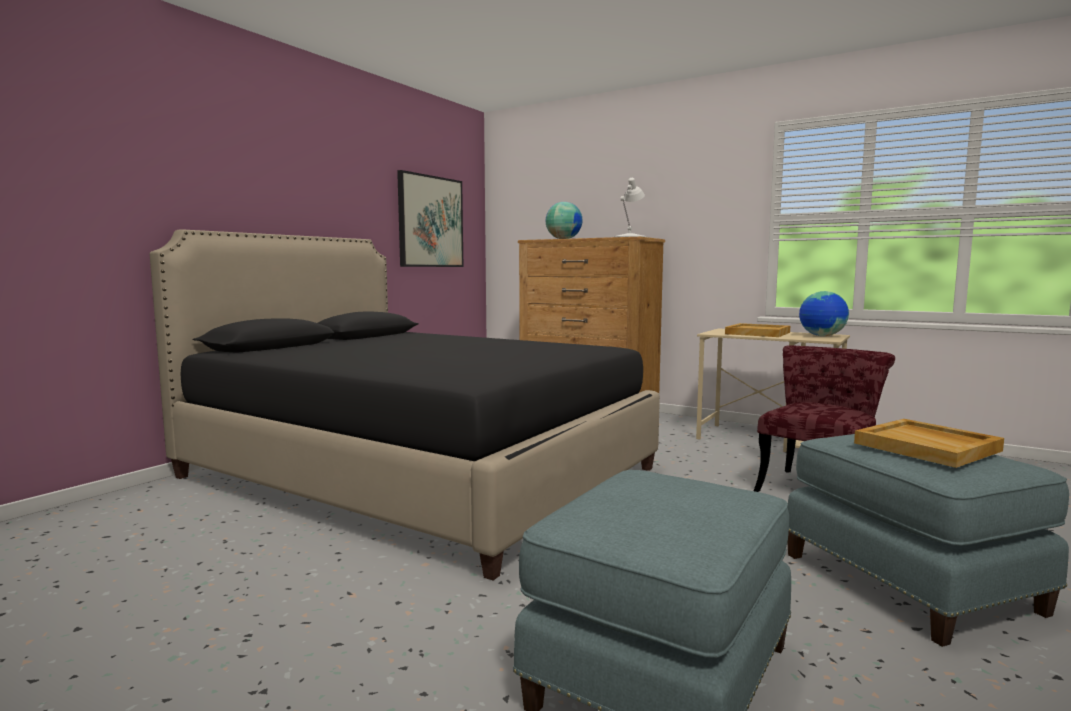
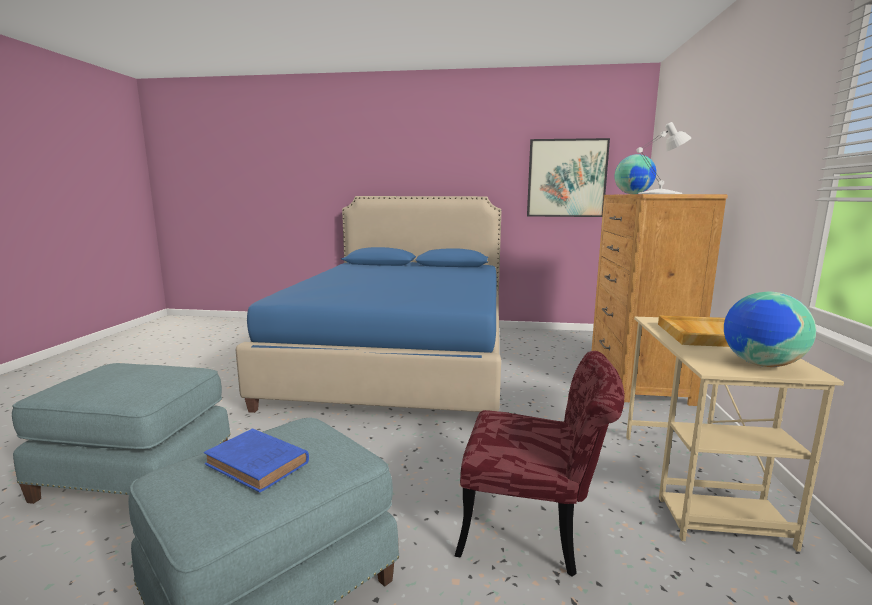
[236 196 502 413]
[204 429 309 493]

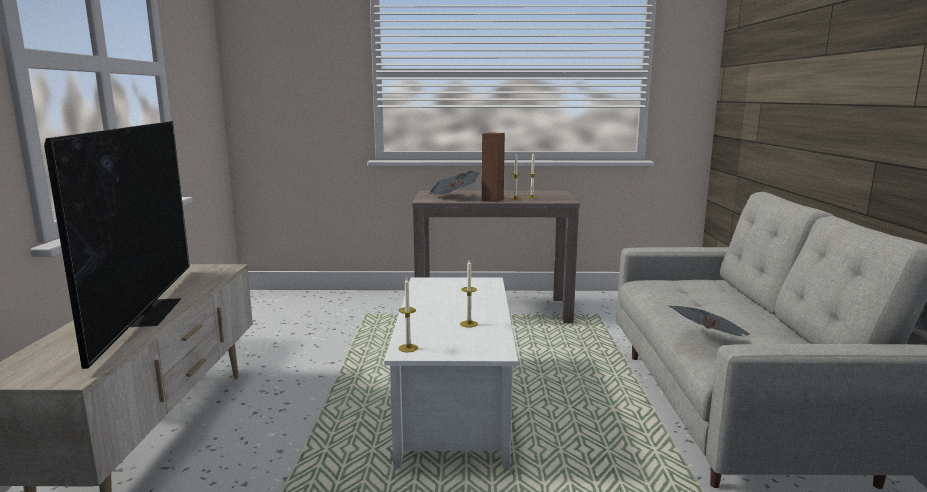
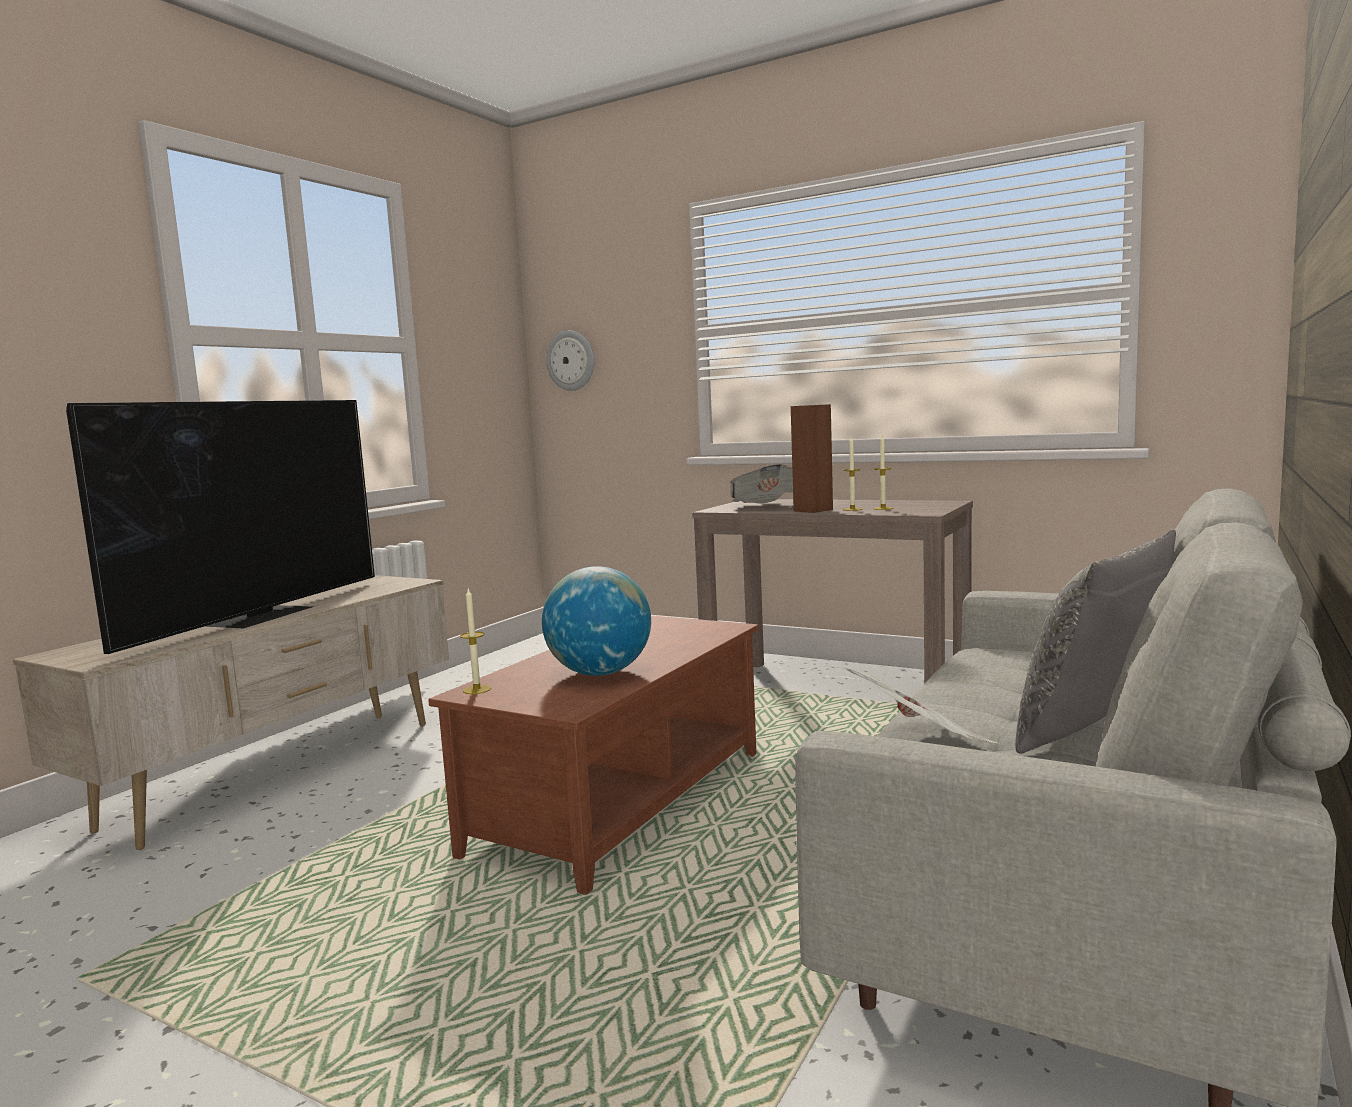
[542 566 651 676]
[428 615 759 895]
[546 331 594 391]
[1015 530 1176 754]

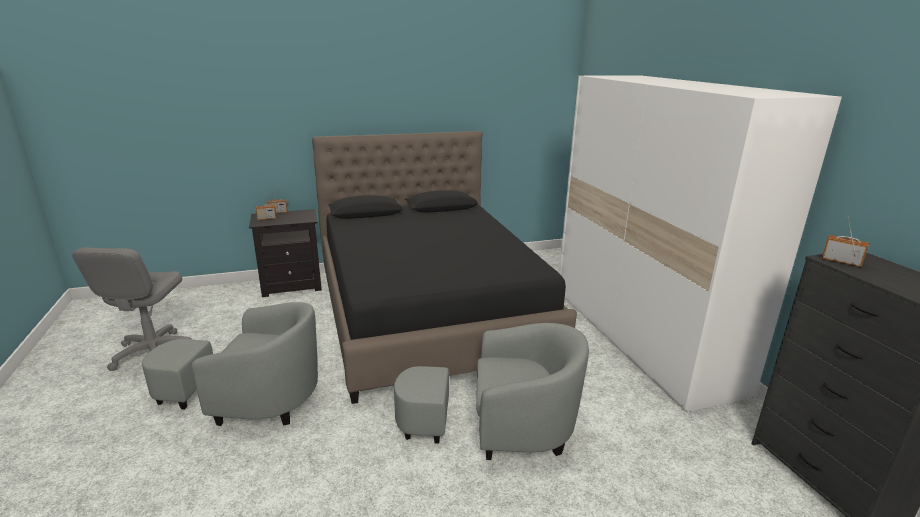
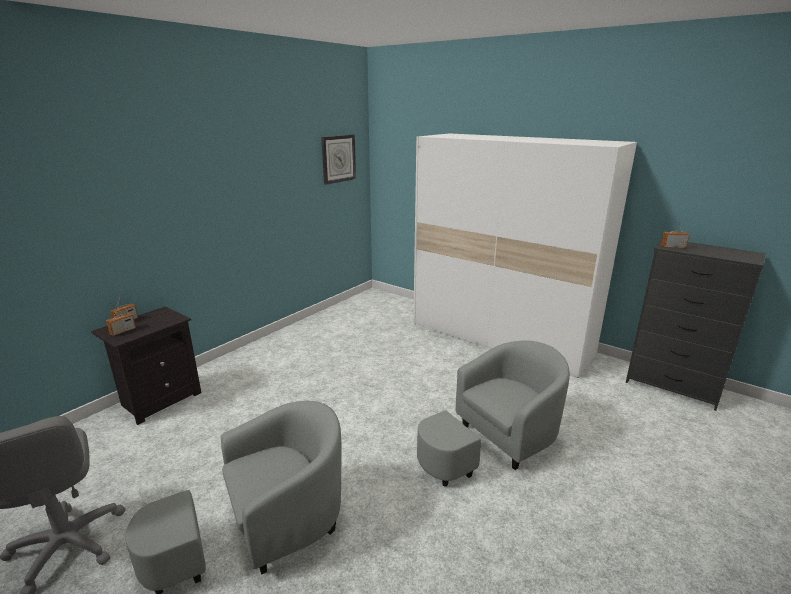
[312 131 577 404] (first image)
[321 134 356 185]

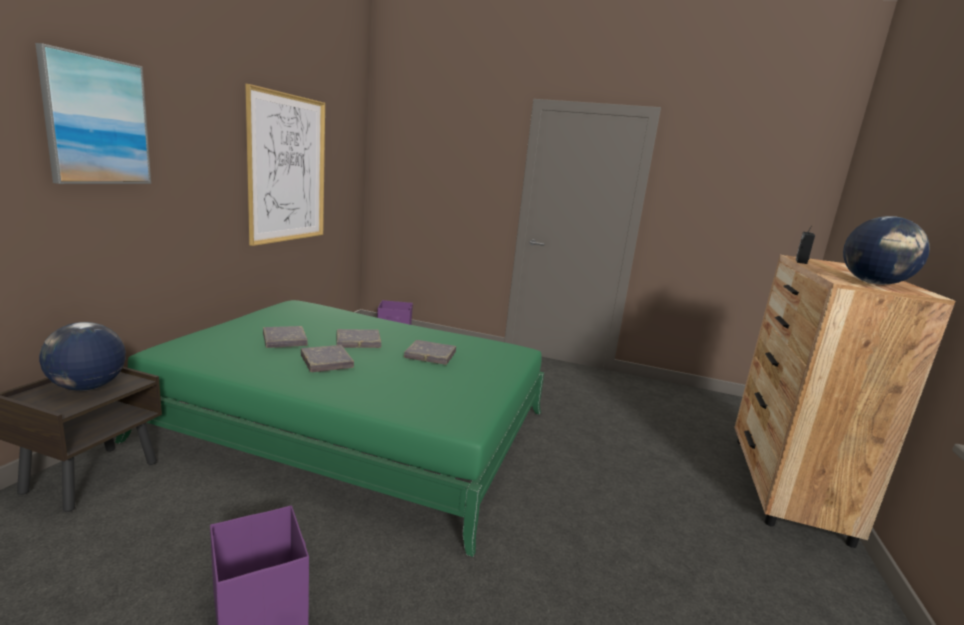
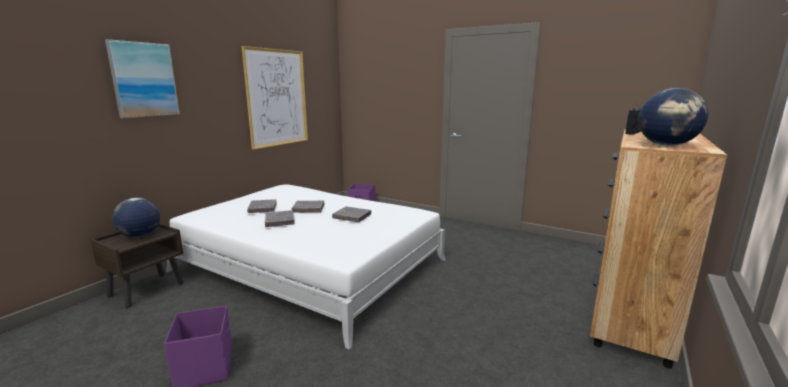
[166 184 446 350]

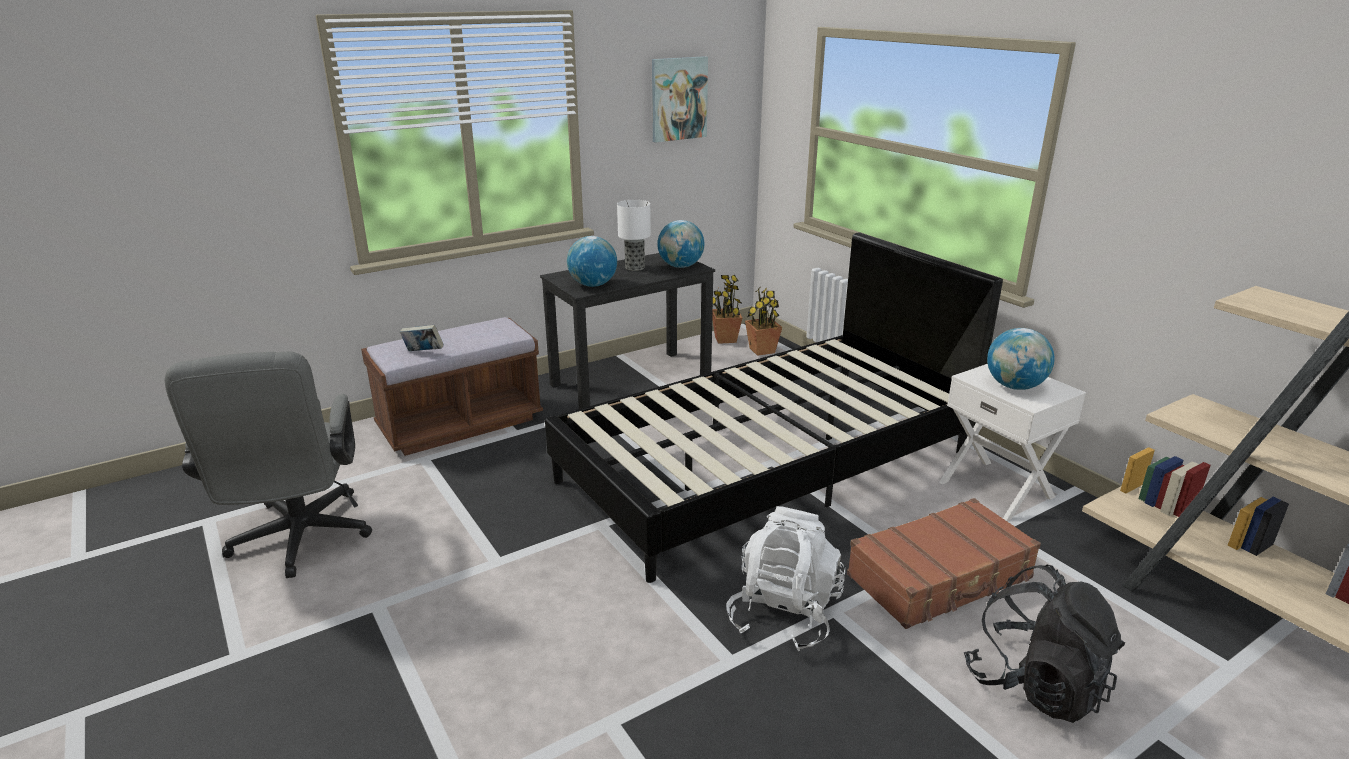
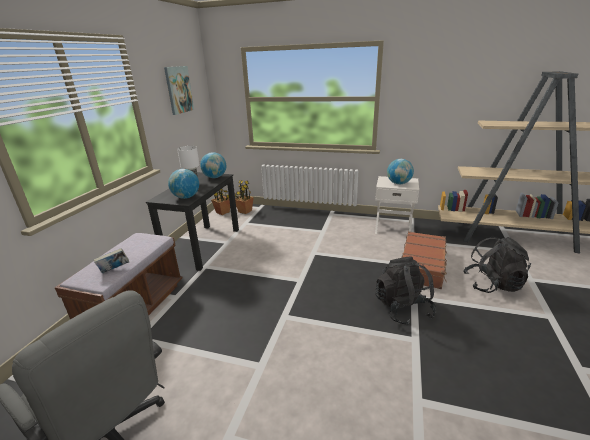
[545 232 1003 583] (first image)
[375 256 436 326]

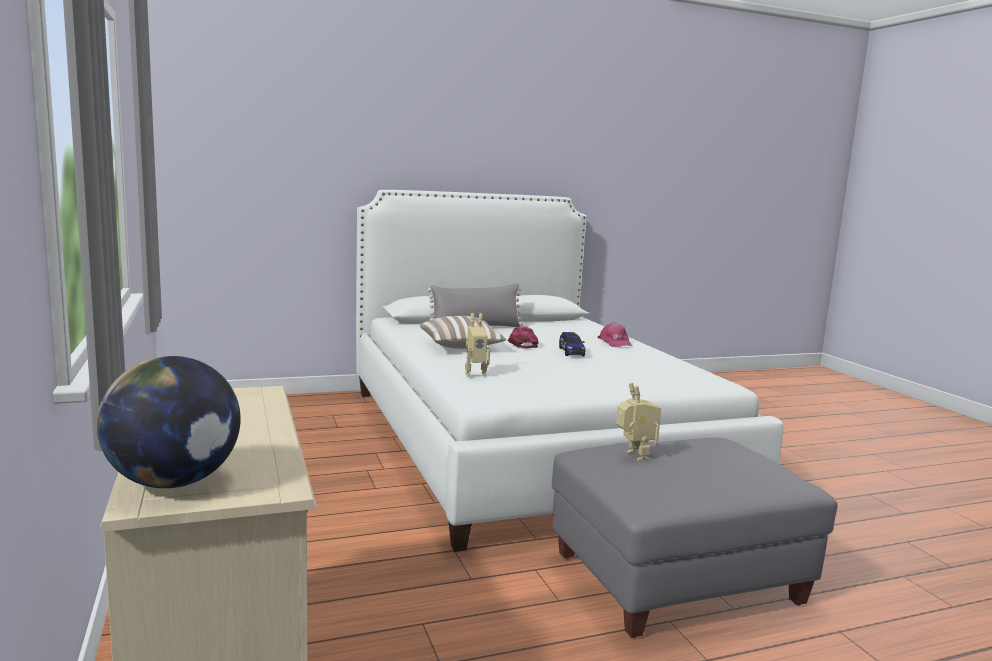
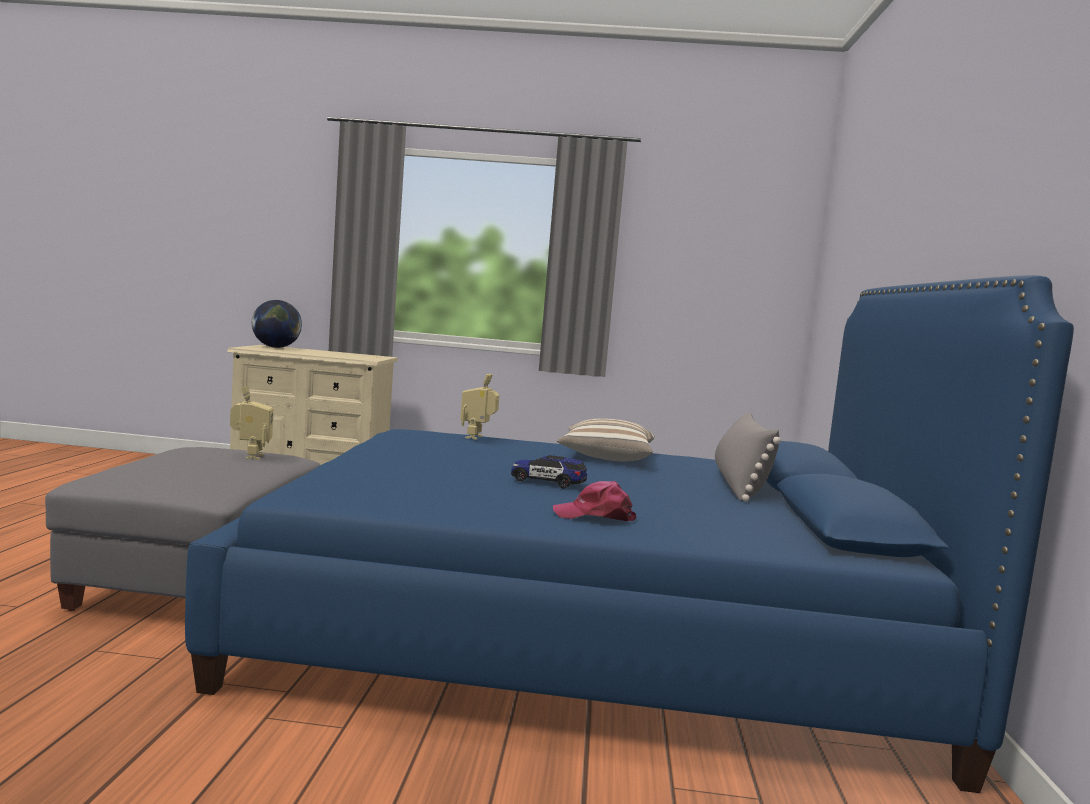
[185 275 1074 793]
[507 326 539 348] (first image)
[230 386 273 460]

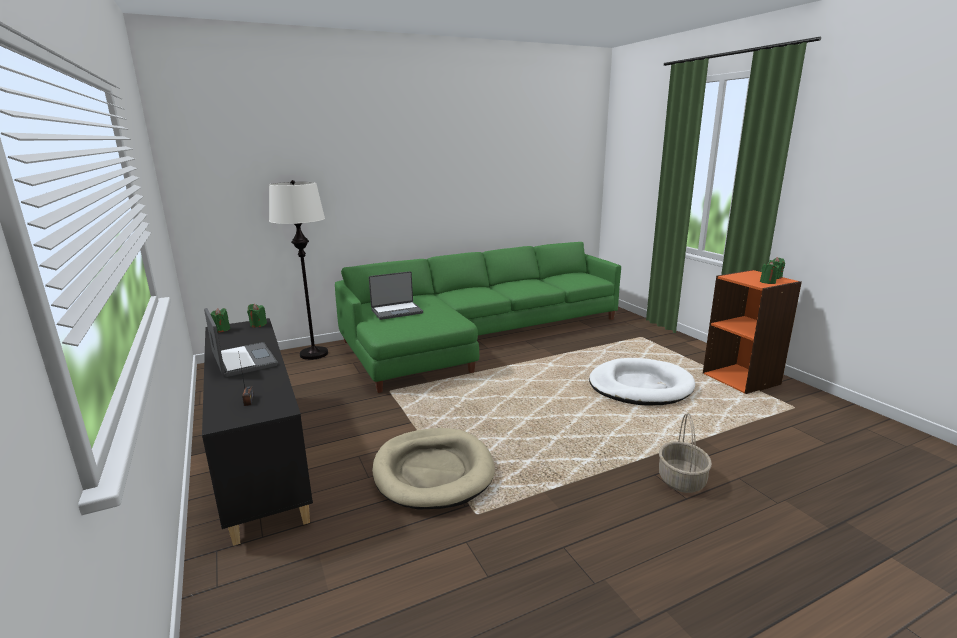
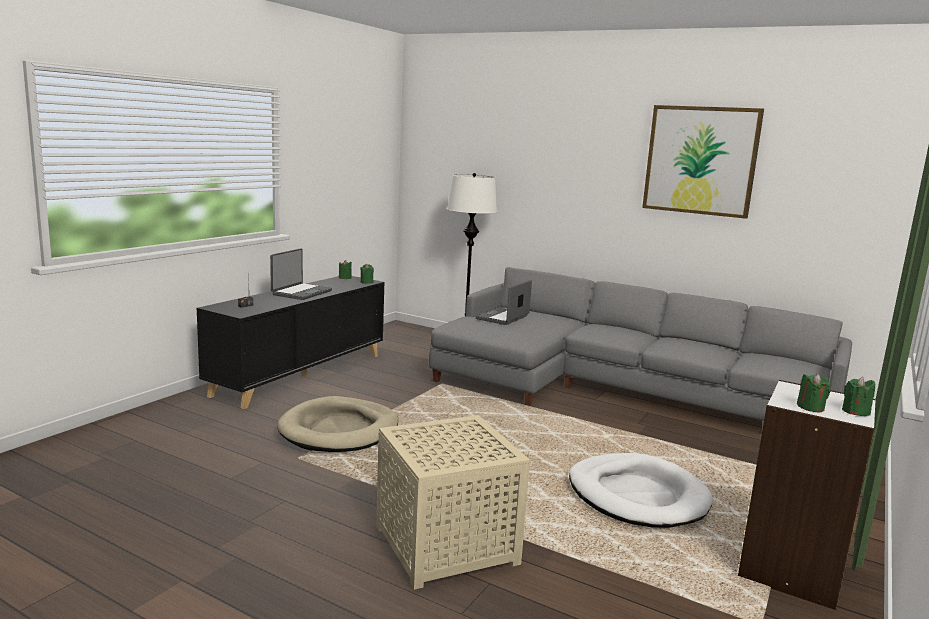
[429 267 852 421]
[738 380 876 610]
[475 280 532 325]
[376 415 530 590]
[642 105 764 219]

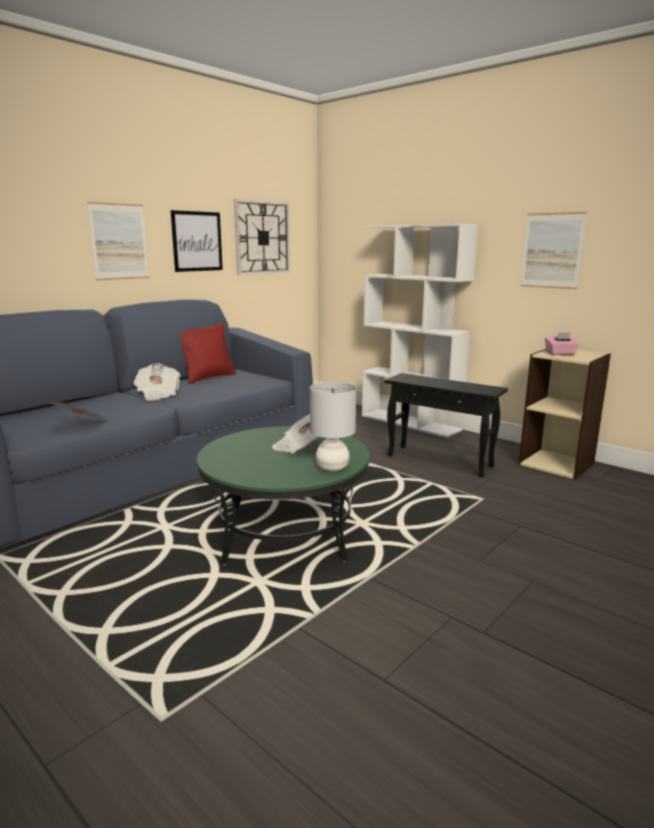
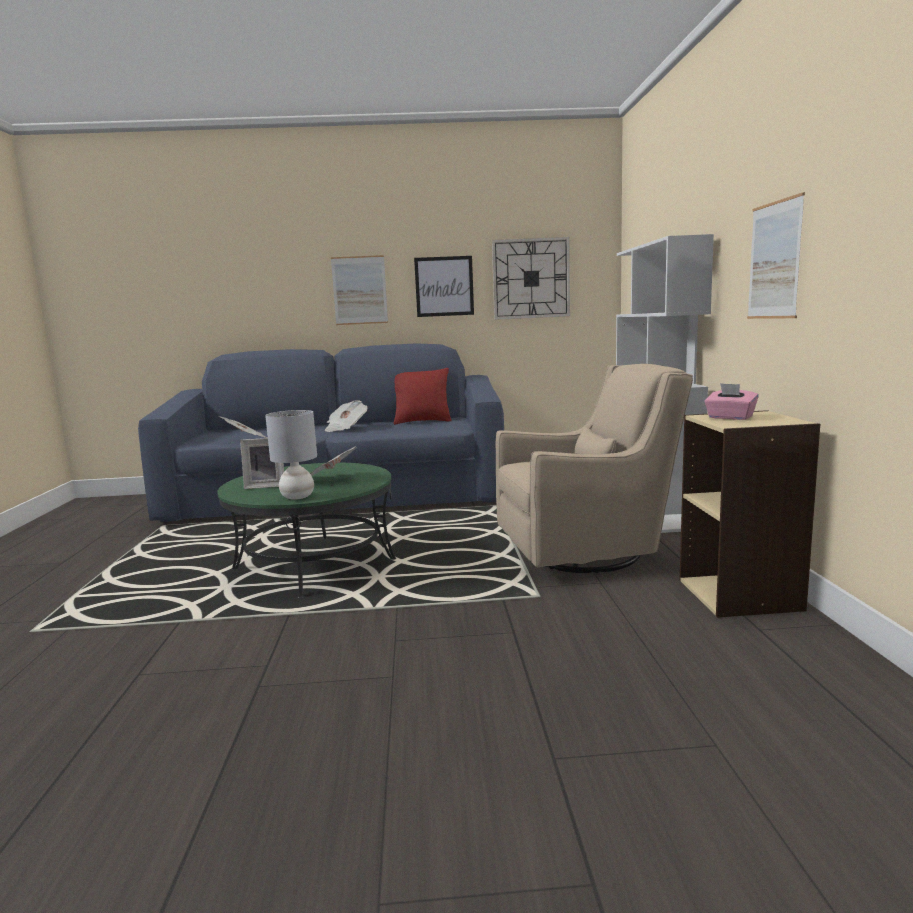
[496 364 693 573]
[240 438 284 489]

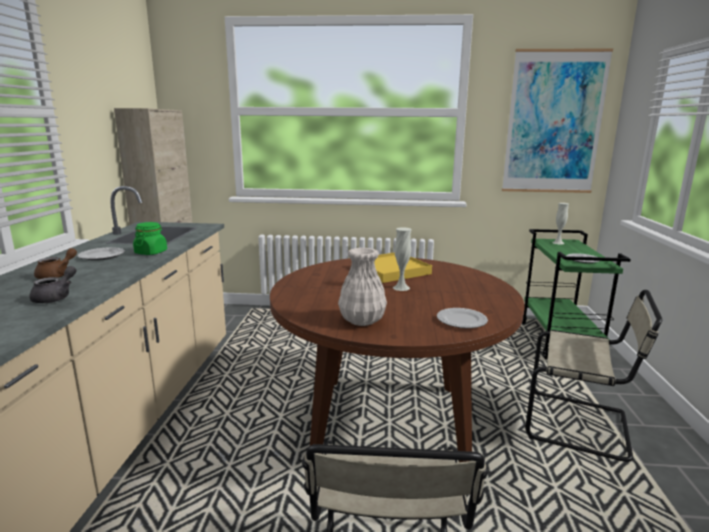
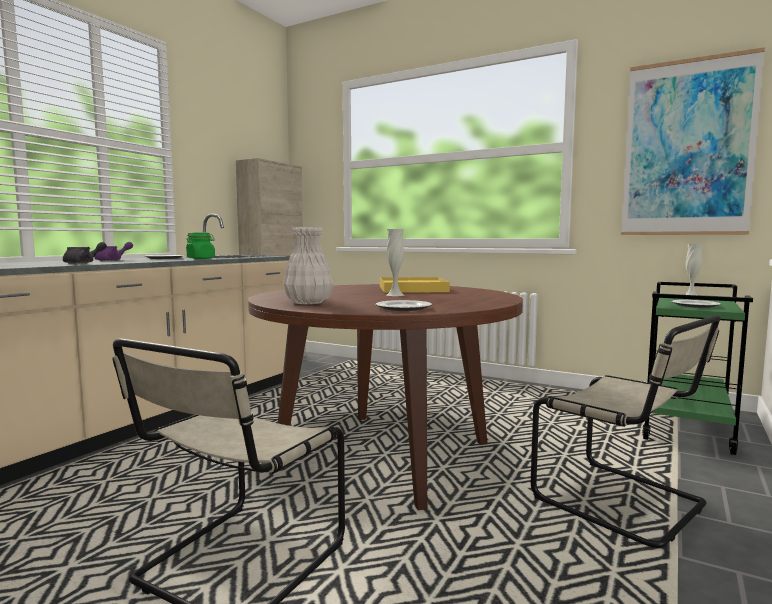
[94 242 133 261]

